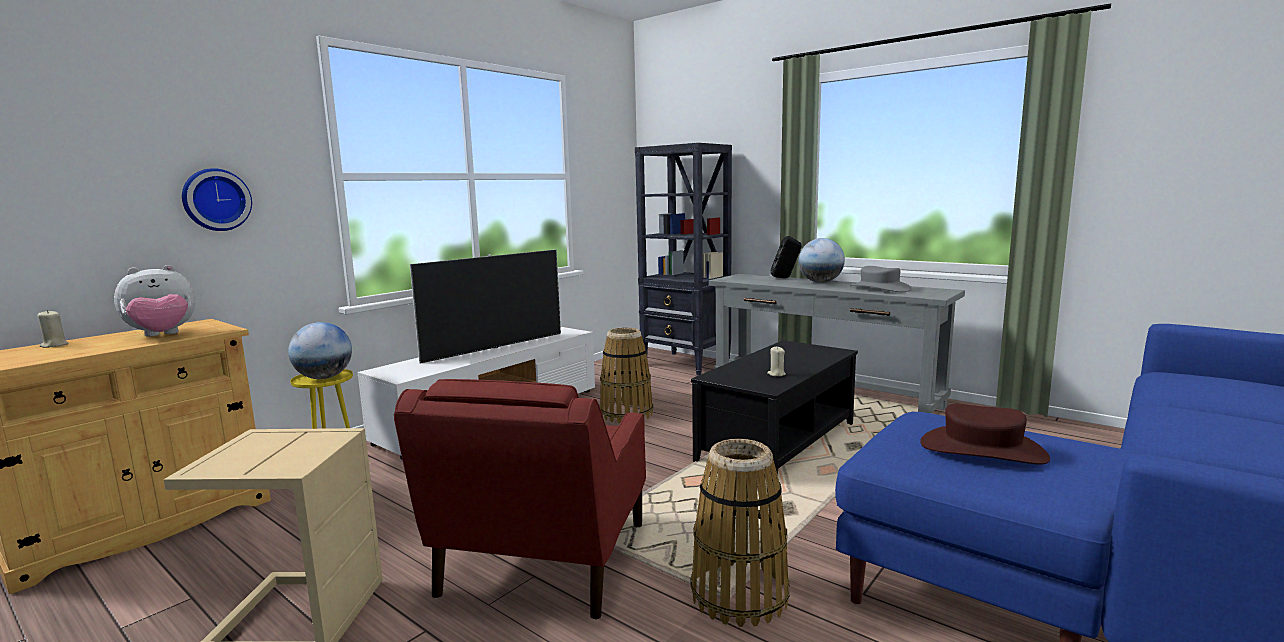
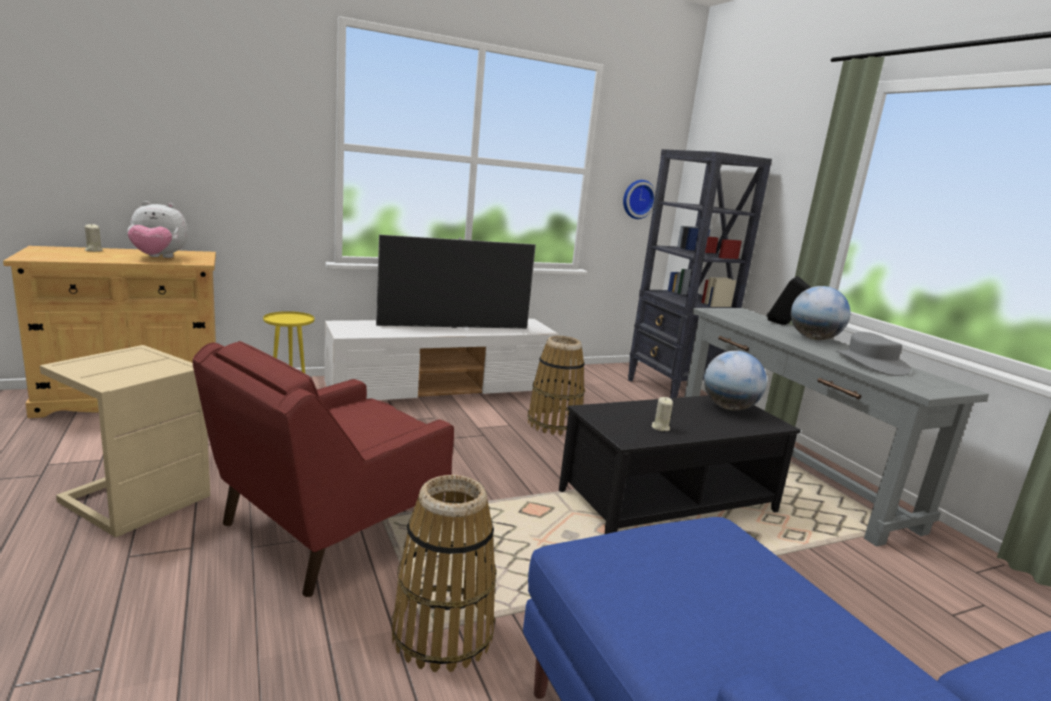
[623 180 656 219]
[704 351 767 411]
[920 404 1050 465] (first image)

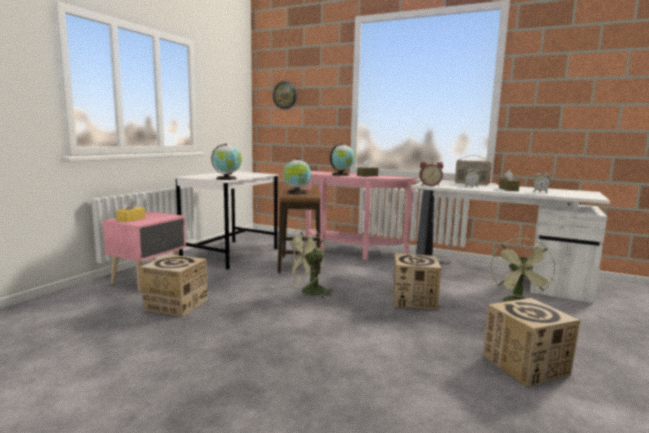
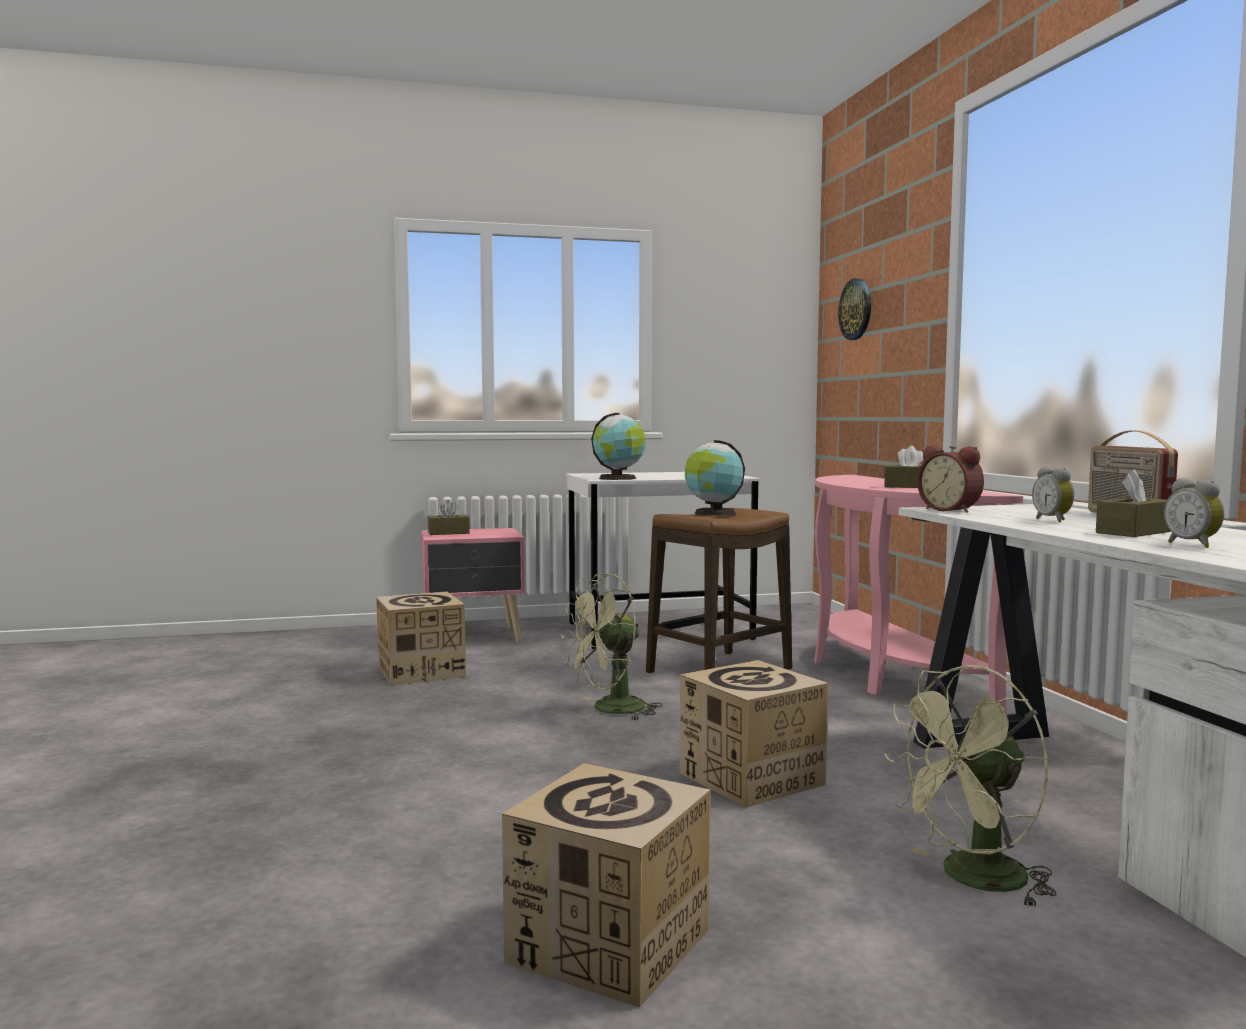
[330 144 355 176] (first image)
[428 500 470 535]
[561 574 662 720]

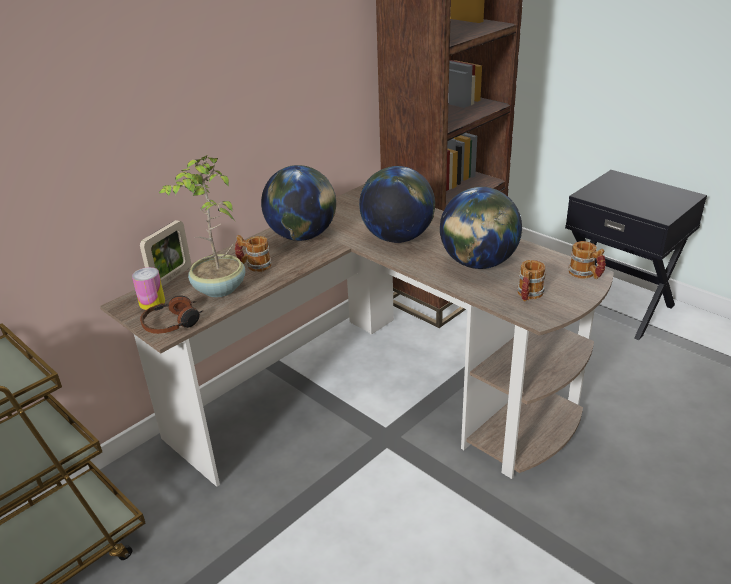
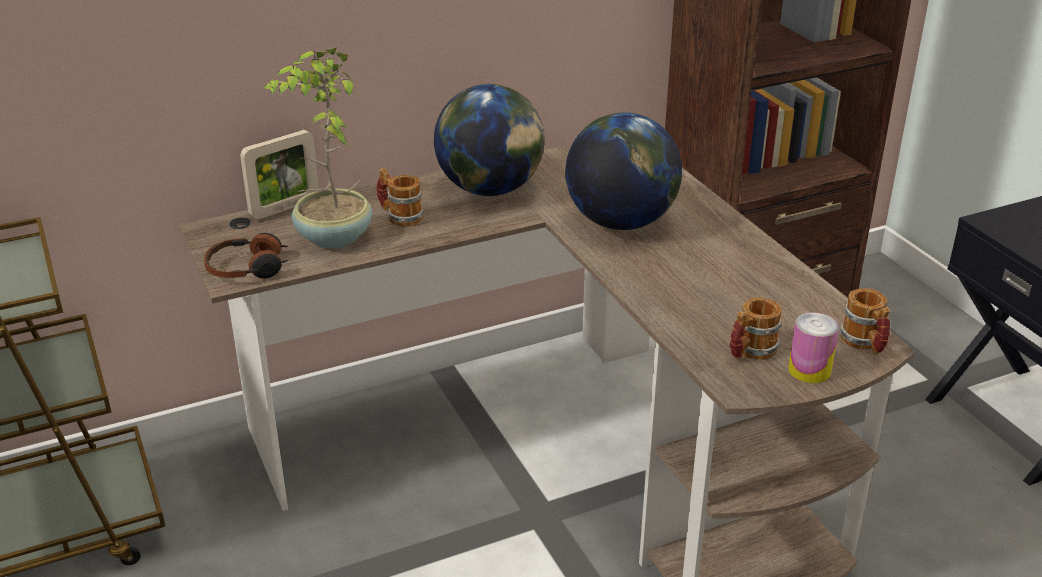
[440 187 522 269] (first image)
[788 312 839 383]

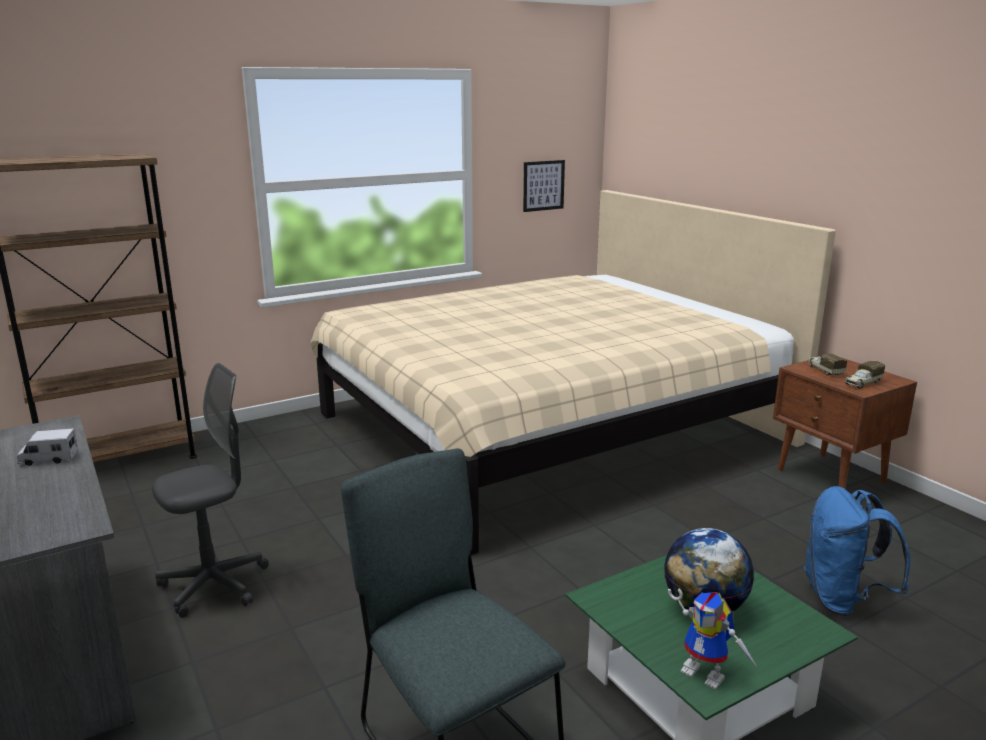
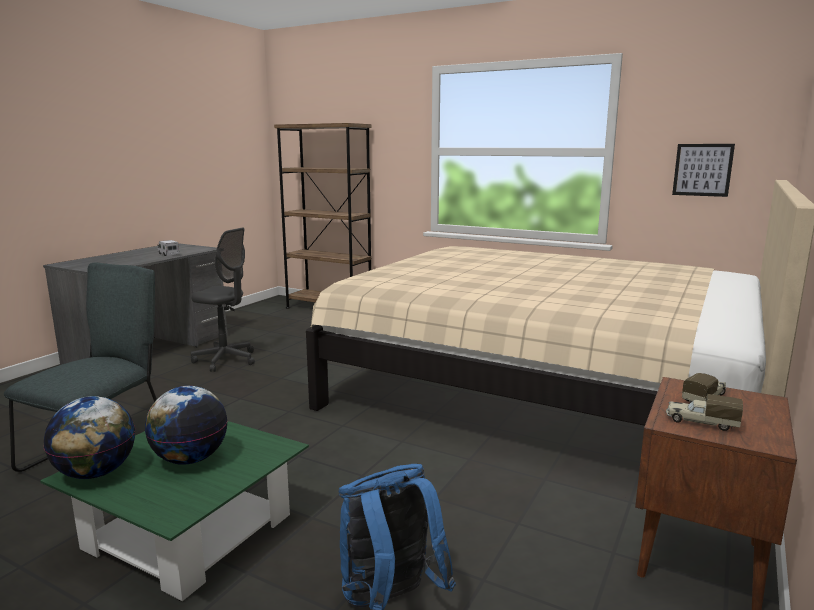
[44 396 135 479]

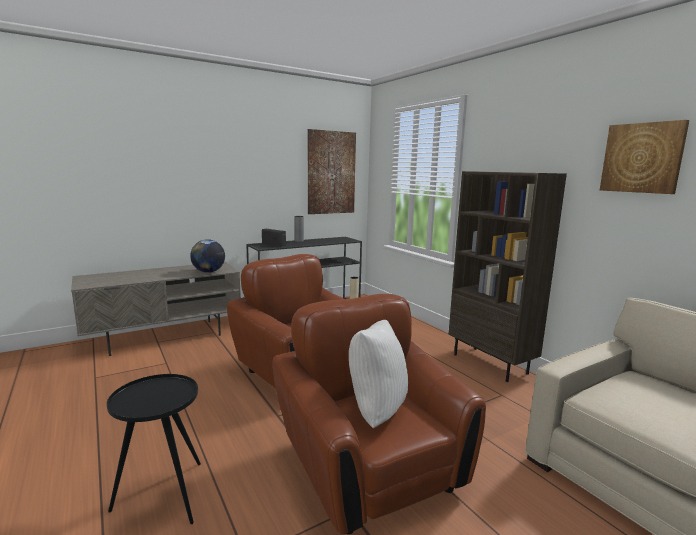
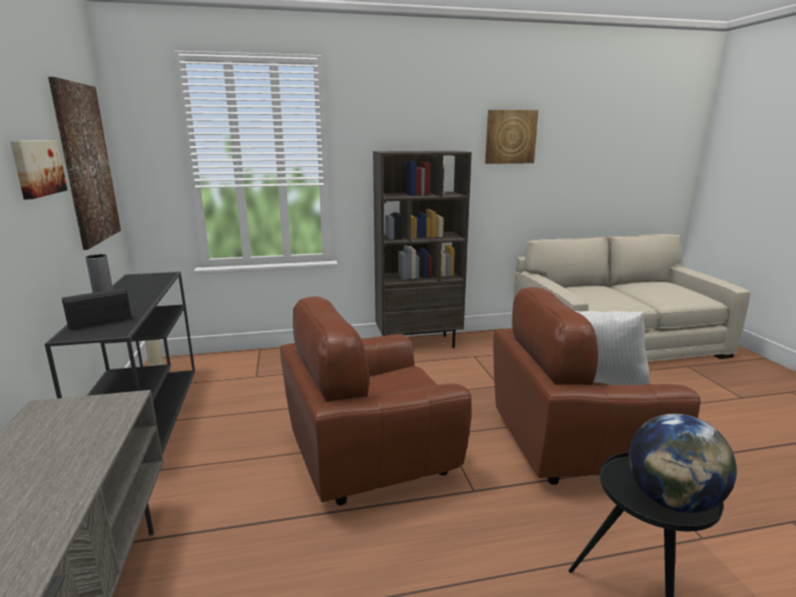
[629 414 737 513]
[10 140 67 199]

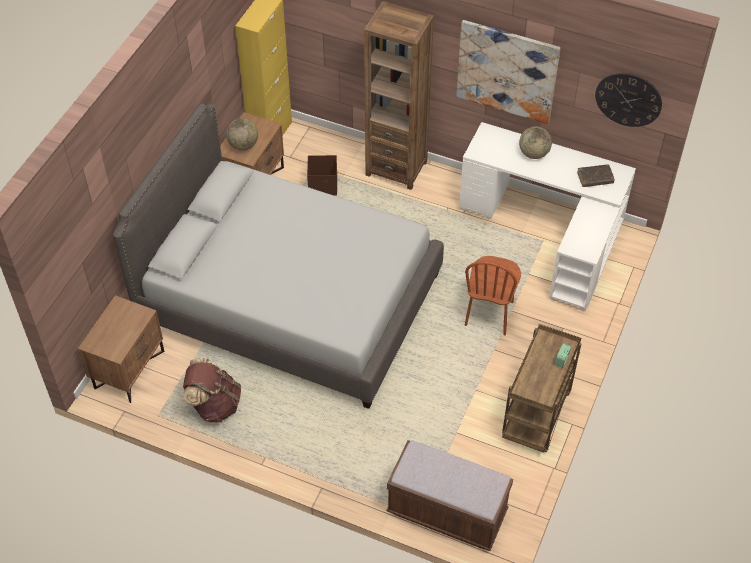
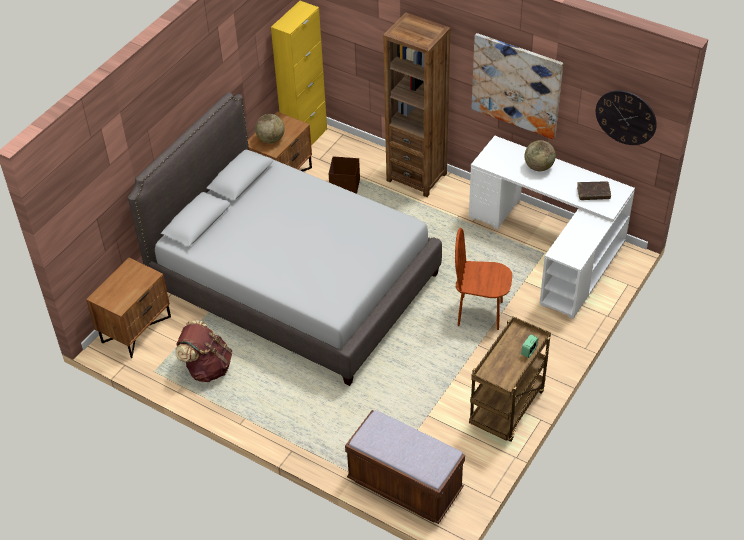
[455 228 512 330]

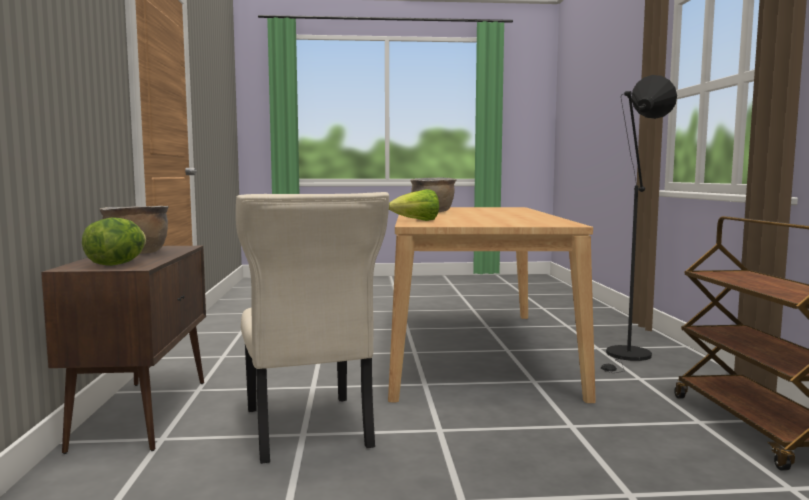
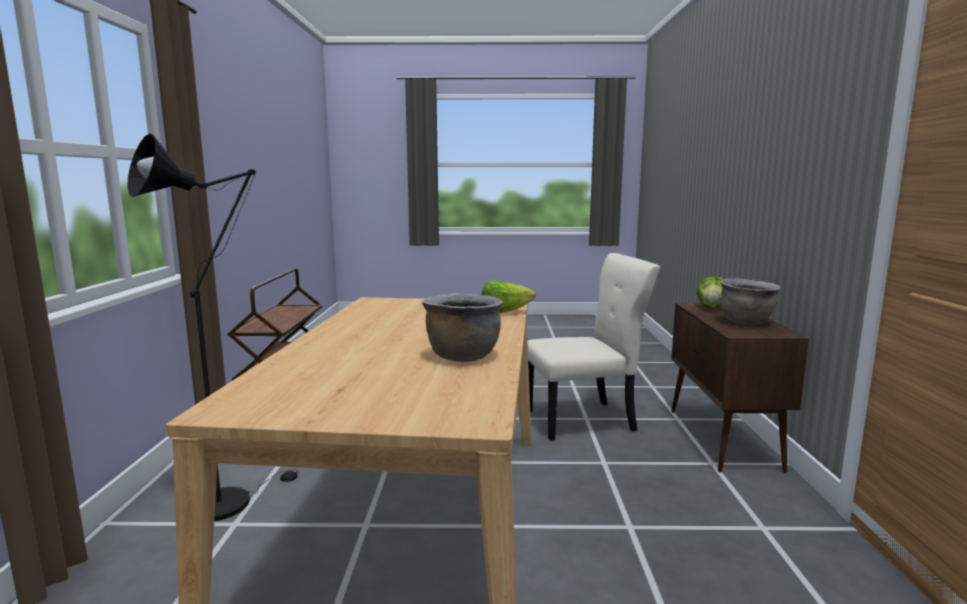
[528 253 660 441]

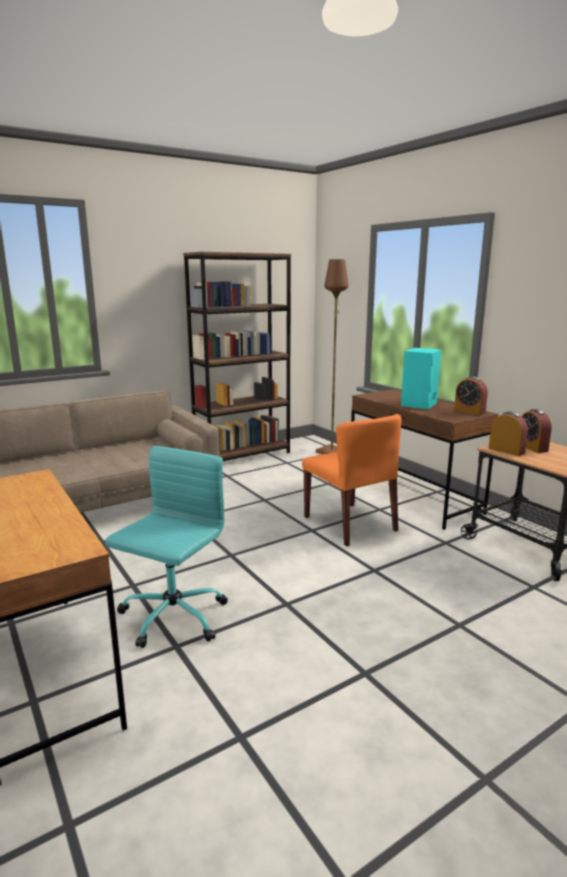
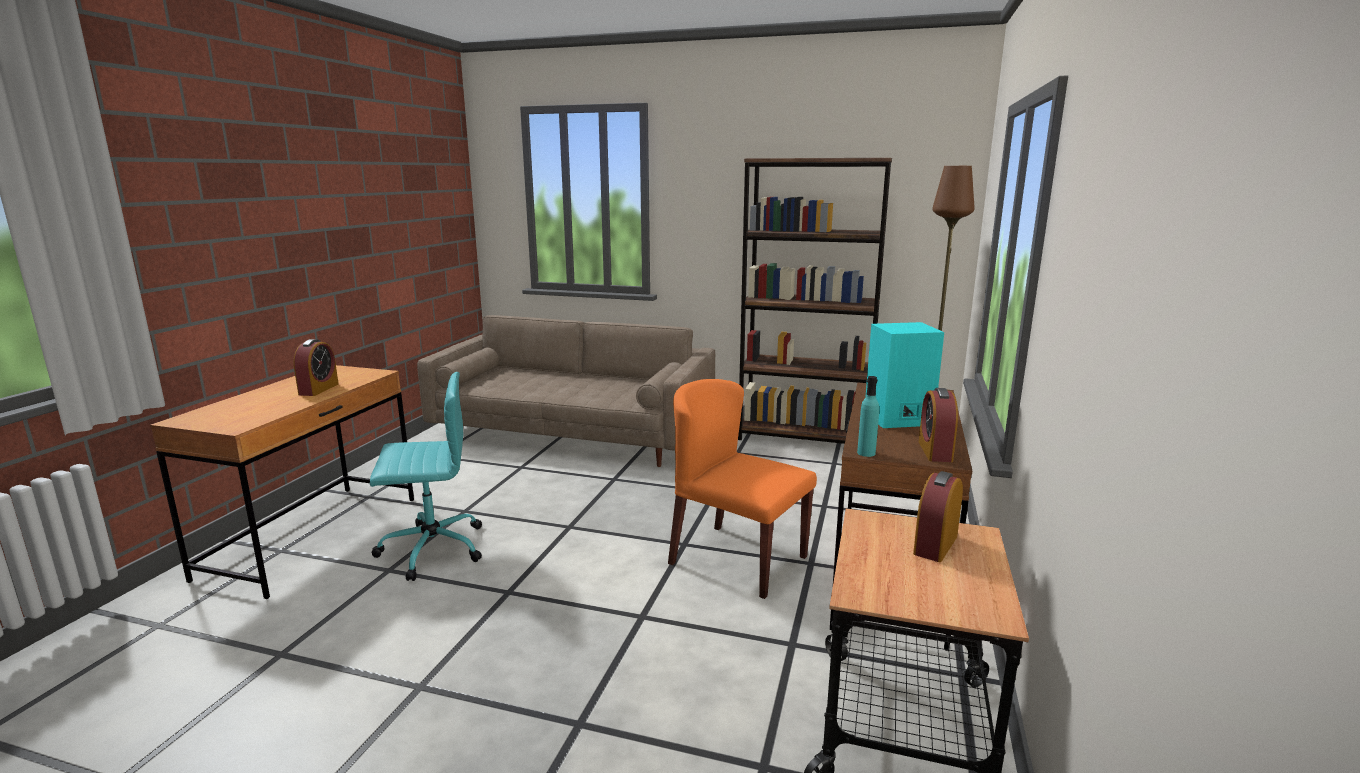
[293 339 339 396]
[668 379 817 599]
[857 376 879 457]

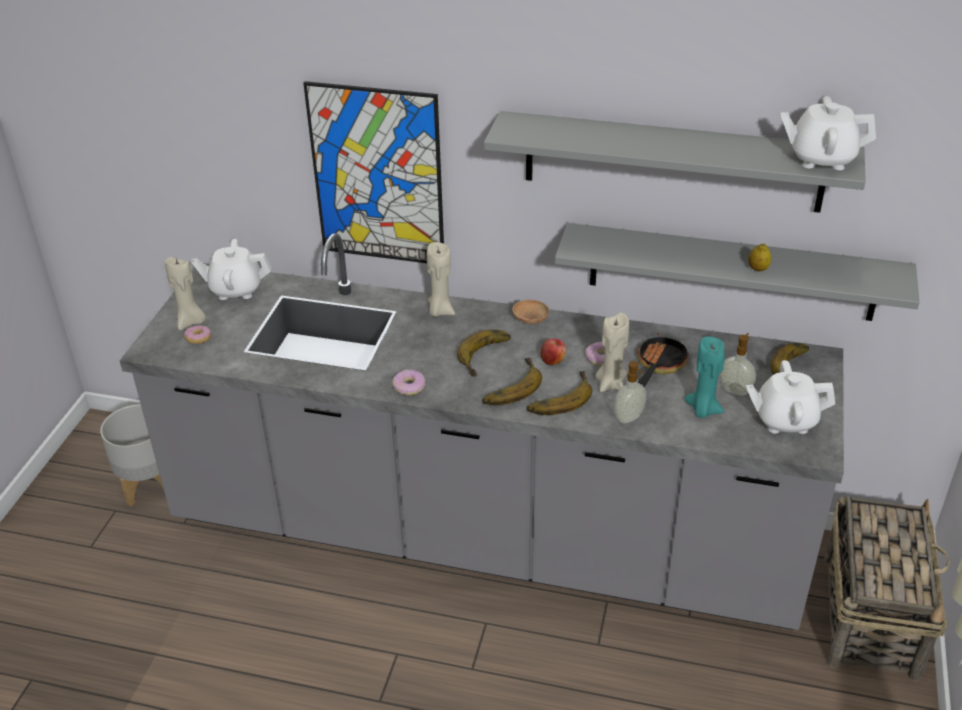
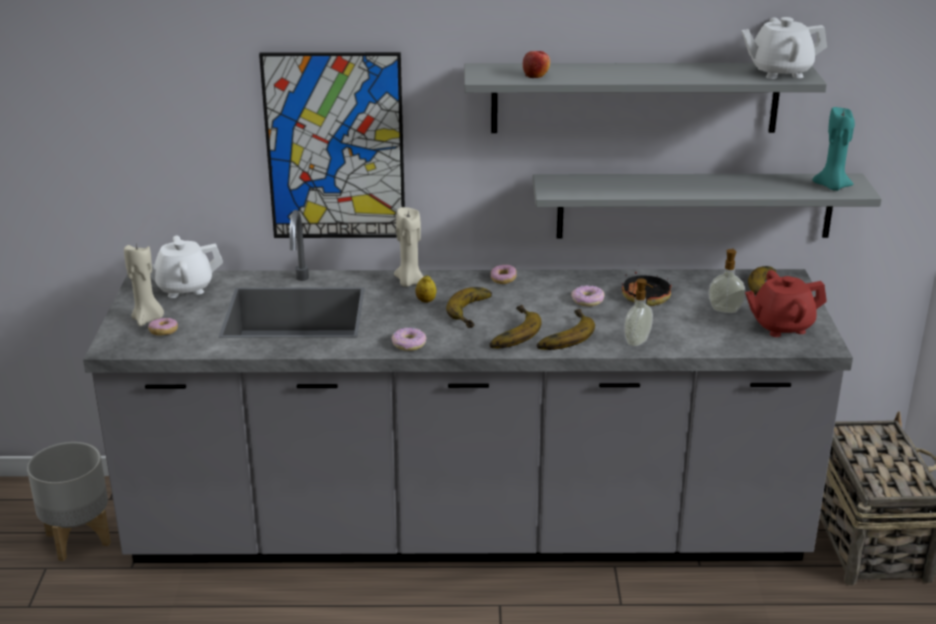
[415 275 437 303]
[491 265 517 284]
[595 313 629 392] (first image)
[812 107 855 191]
[523 51 550 78]
[745 270 827 337]

